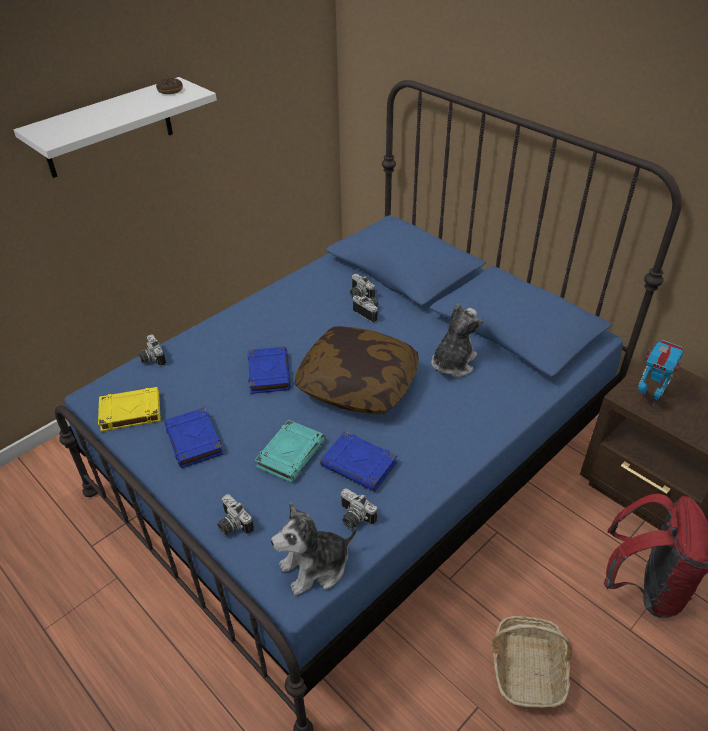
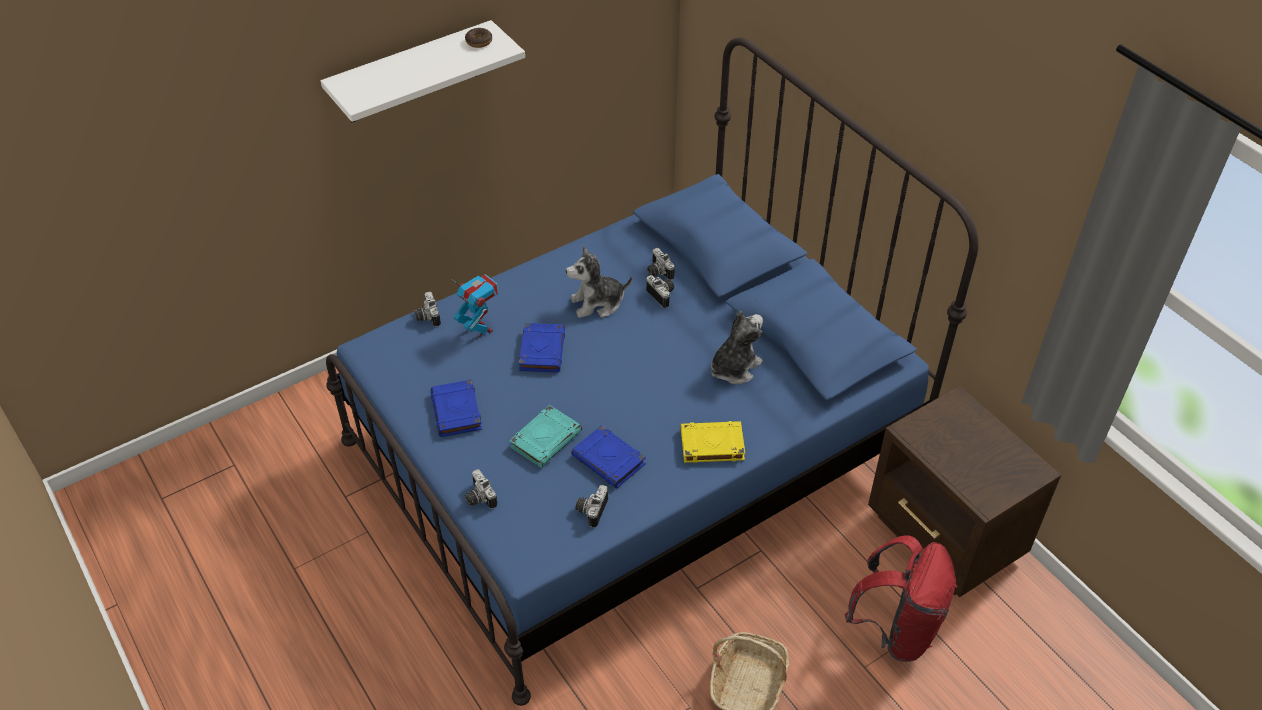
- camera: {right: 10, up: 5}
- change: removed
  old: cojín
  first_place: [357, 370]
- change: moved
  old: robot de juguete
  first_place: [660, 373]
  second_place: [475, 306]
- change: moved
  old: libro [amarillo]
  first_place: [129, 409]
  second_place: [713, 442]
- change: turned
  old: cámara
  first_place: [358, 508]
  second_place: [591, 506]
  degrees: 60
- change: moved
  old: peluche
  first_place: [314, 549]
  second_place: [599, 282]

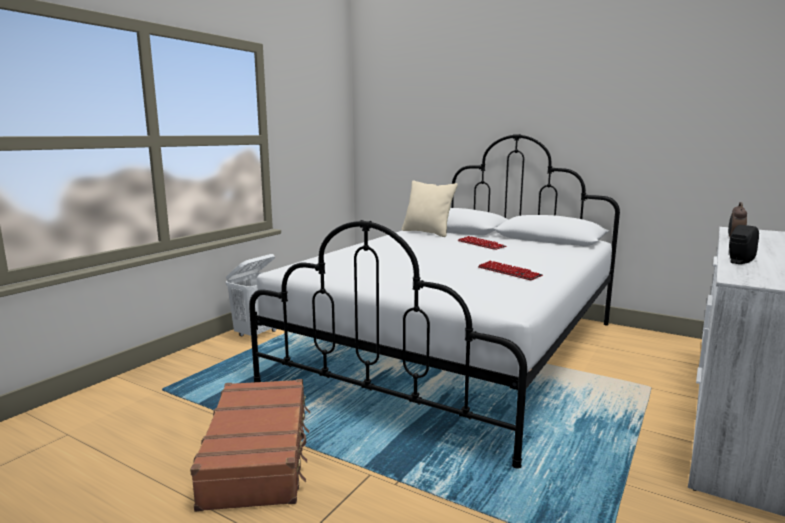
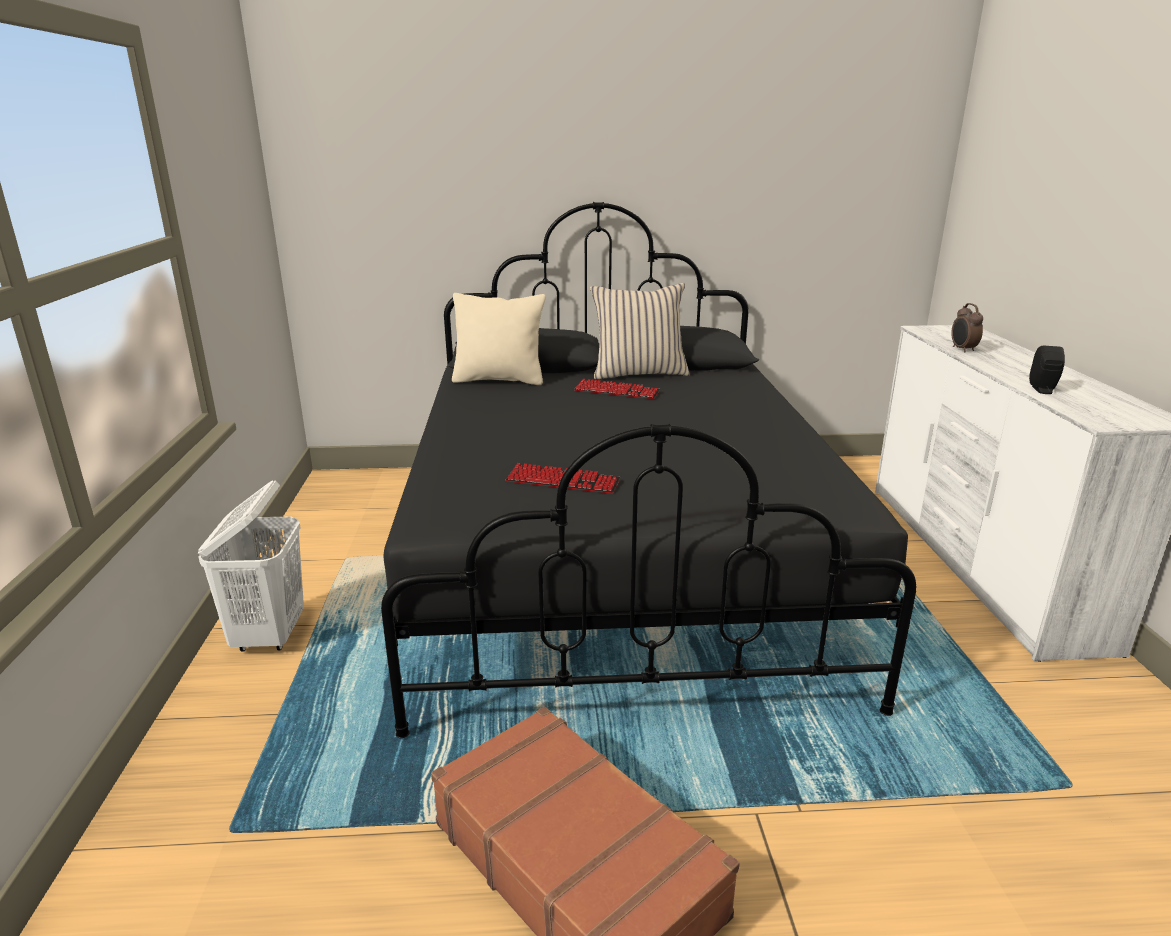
- camera: {right: -35, up: 10}
- change: recoloured
  old: cama [blanco]
  new: cama [negro]
  first_place: [434, 301]
  second_place: [648, 470]
- change: moved
  old: teclado
  first_place: [510, 270]
  second_place: [563, 478]
- change: added
  new: cojín [beis]
  second_place: [640, 331]

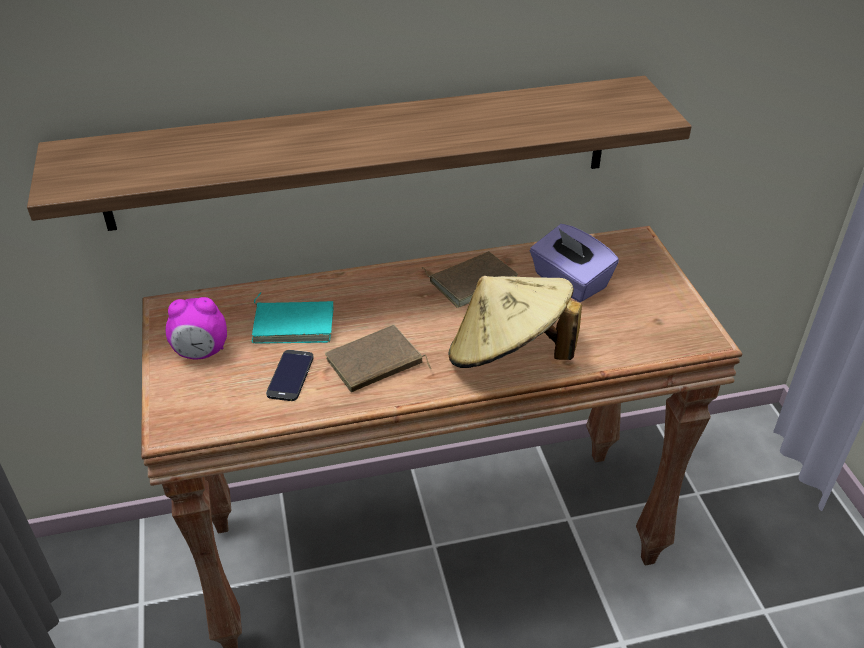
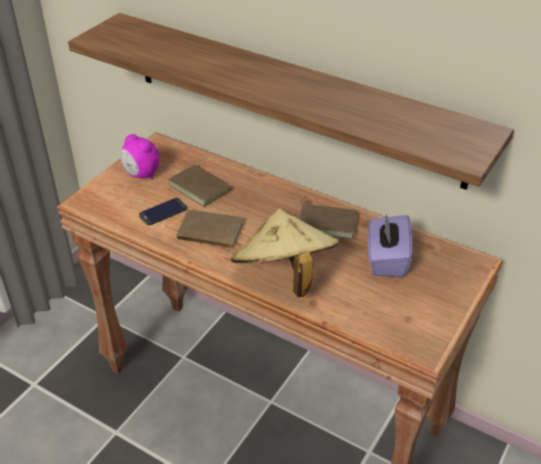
- camera: {right: 45, up: 0}
- change: recoloured
  old: libro [turquesa]
  new: libro [marrón]
  first_place: [292, 318]
  second_place: [199, 183]

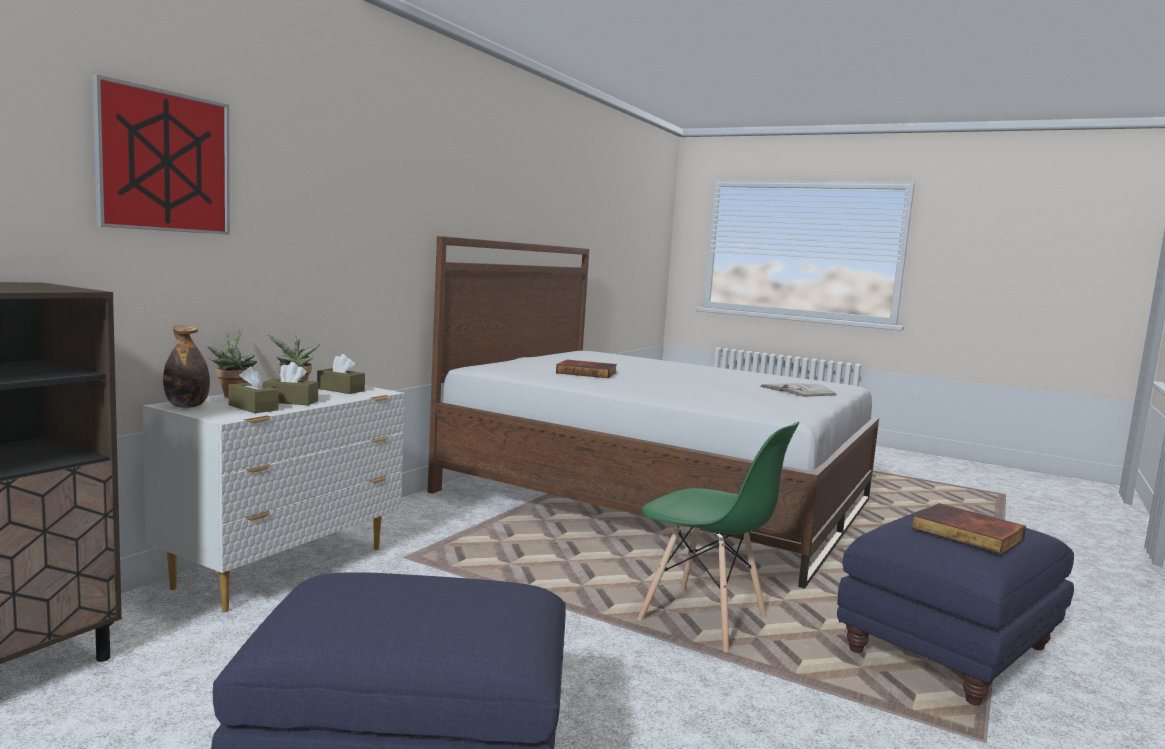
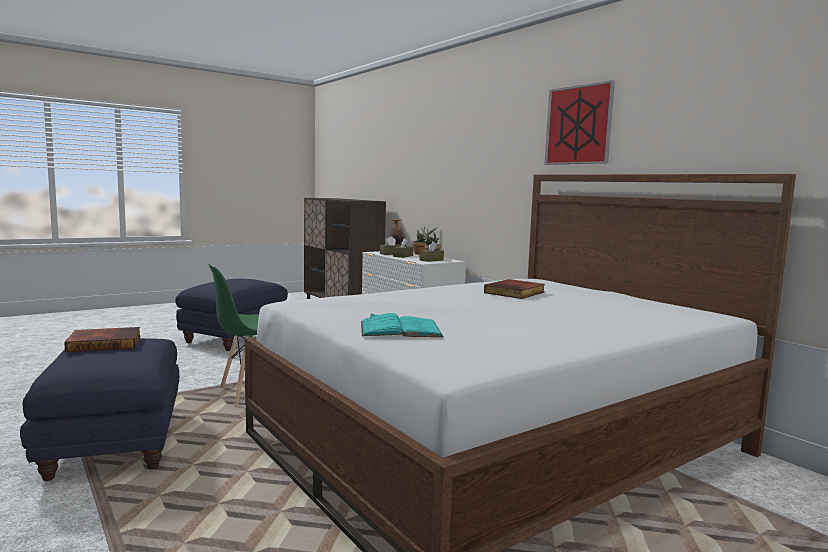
- camera: {right: 115, up: 0}
- change: moved
  old: cuadro
  first_place: [161, 155]
  second_place: [580, 122]
- change: recoloured
  old: libro [blanco]
  new: libro [turquesa]
  first_place: [798, 390]
  second_place: [402, 325]

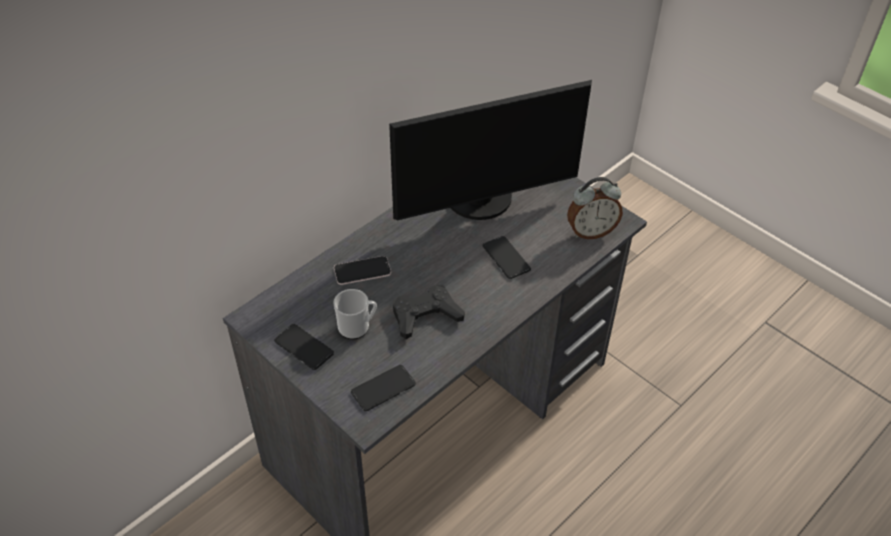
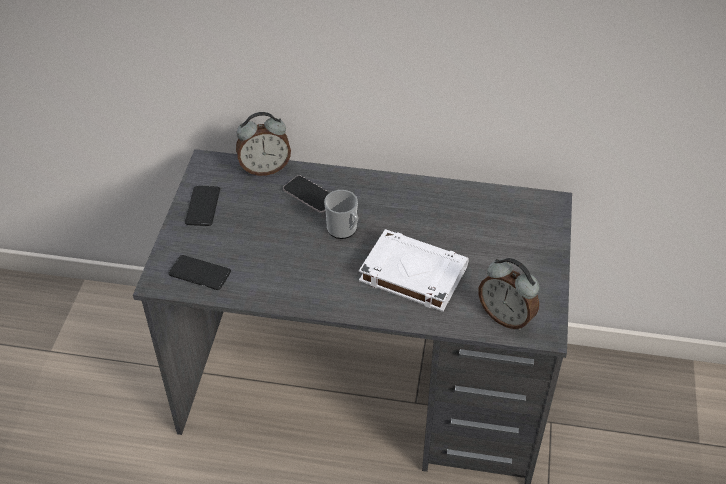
- camera: {right: 55, up: 0}
- change: removed
  old: monitor
  first_place: [490, 150]
- change: replaced
  old: móvil
  new: libro [blanco]
  first_place: [507, 257]
  second_place: [414, 270]
- change: removed
  old: mando de consola [negro]
  first_place: [429, 312]
- change: moved
  old: taza grande
  first_place: [355, 314]
  second_place: [341, 214]
- change: added
  new: despertador
  second_place: [263, 144]

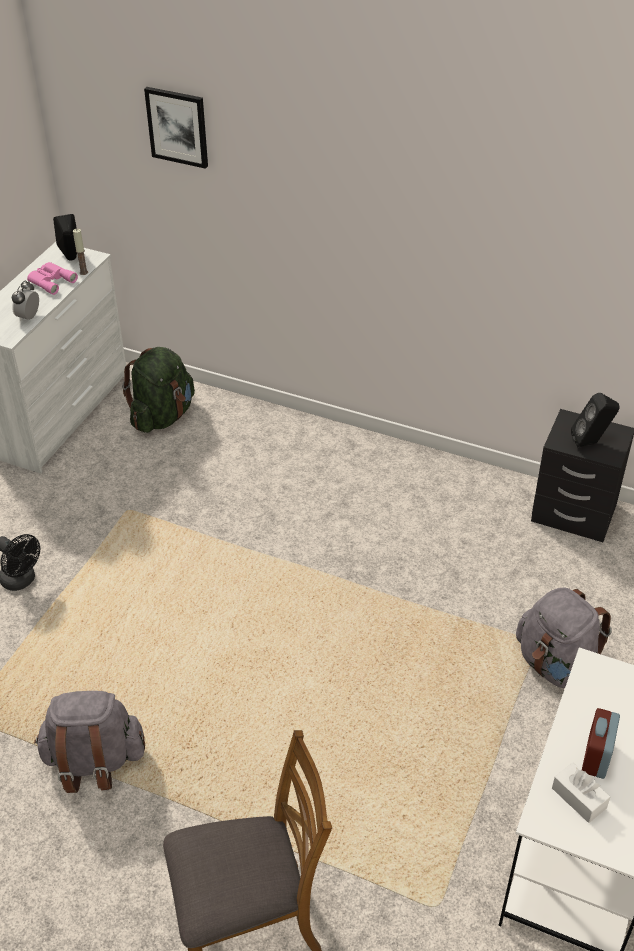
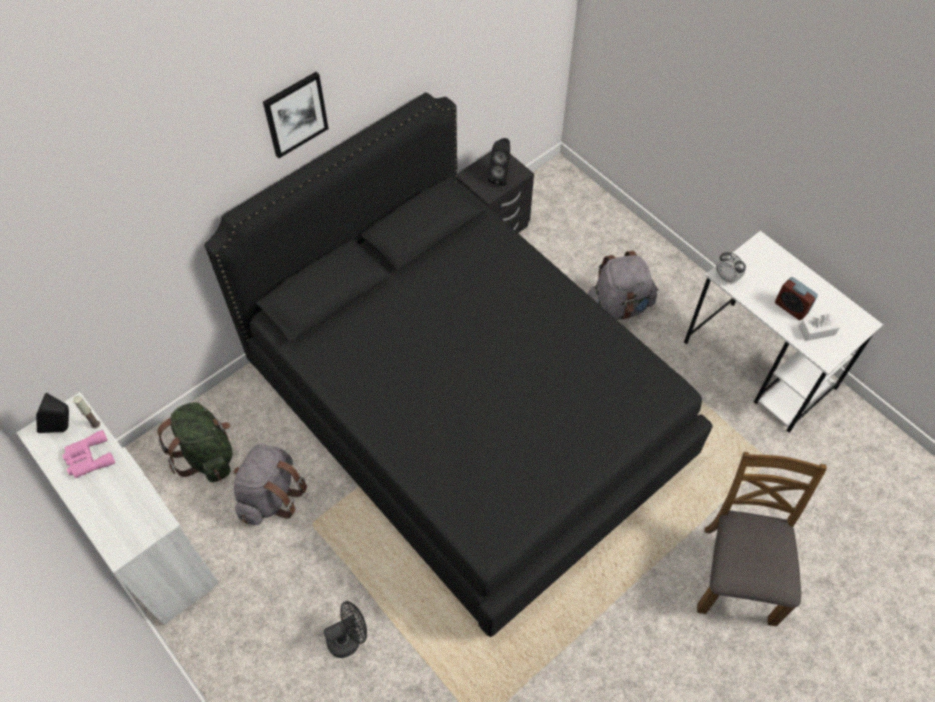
- camera: {right: -65, up: 15}
- change: moved
  old: cuadro
  first_place: [176, 128]
  second_place: [296, 115]
- change: moved
  old: despertador
  first_place: [25, 301]
  second_place: [730, 268]
- change: moved
  old: mochila [gris]
  first_place: [89, 742]
  second_place: [270, 484]
- change: added
  new: cama [negro]
  second_place: [458, 364]

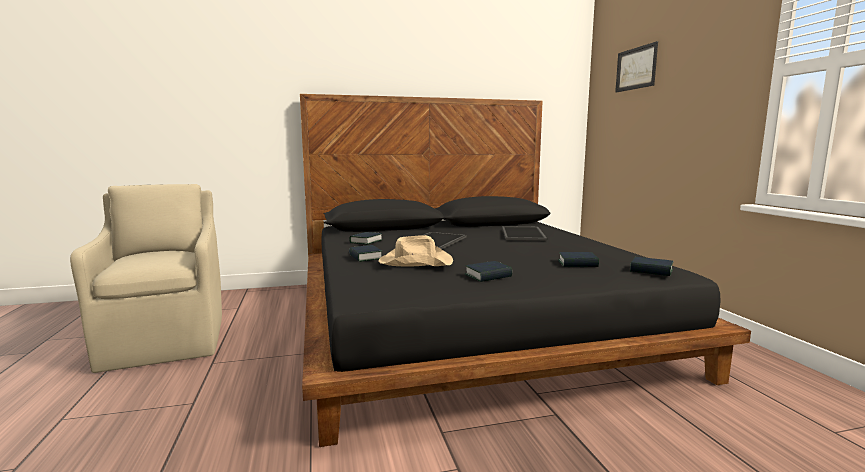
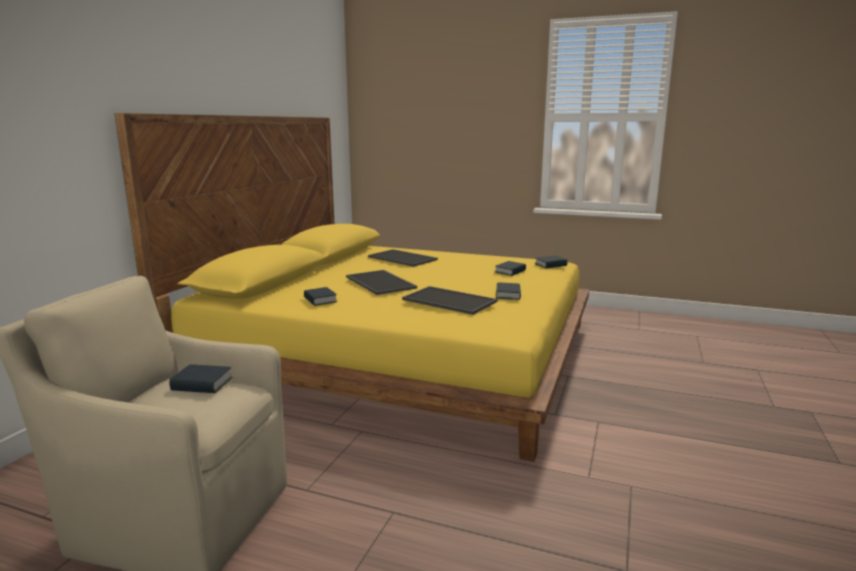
- camera: {right: -55, up: 5}
- change: removed
  old: cuadro
  first_place: [636, 67]
- change: recoloured
  old: cama [negro]
  new: cama [amarillo]
  first_place: [525, 270]
  second_place: [352, 287]
- change: replaced
  old: sombrero [beis]
  new: bandeja
  first_place: [415, 251]
  second_place: [449, 300]
- change: moved
  old: libro
  first_place: [365, 253]
  second_place: [200, 379]

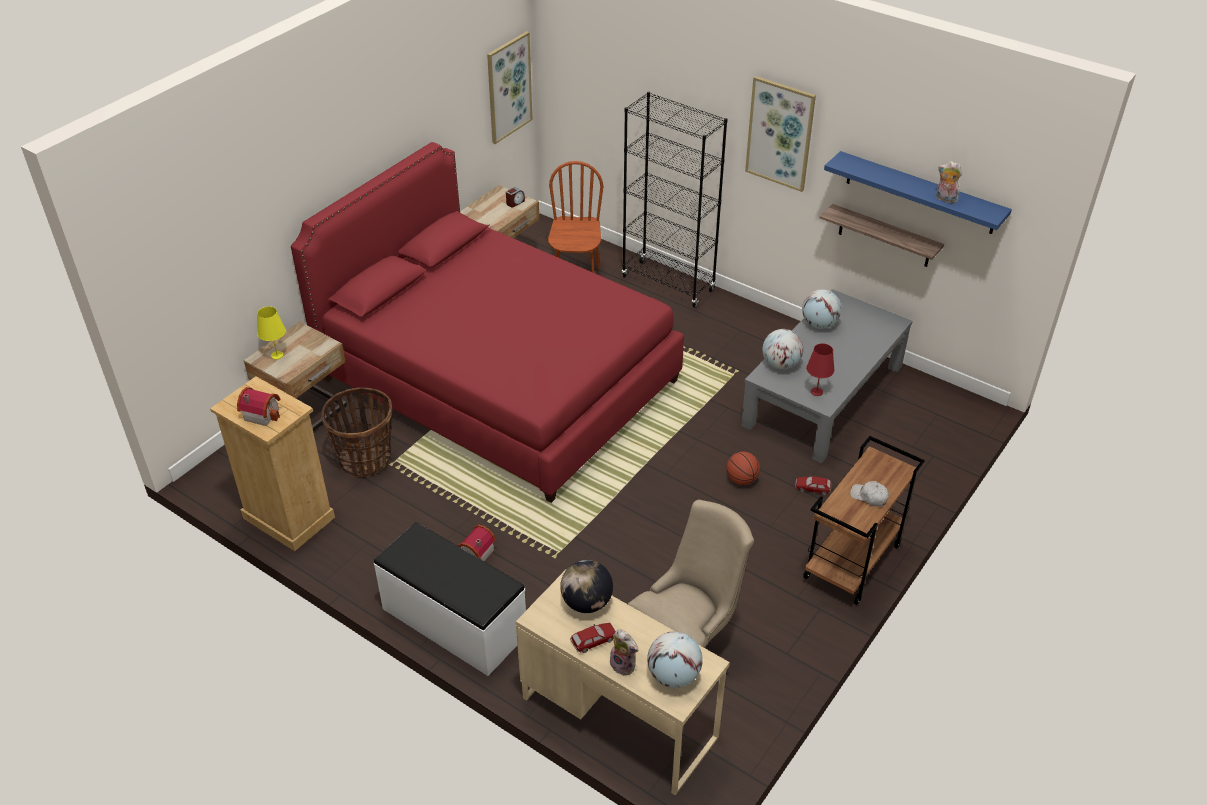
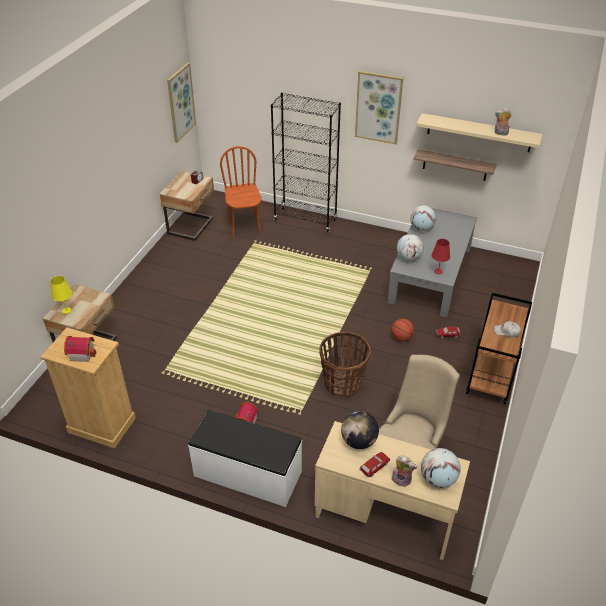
- camera: {right: -15, up: 0}
- change: removed
  old: cama [rojo]
  first_place: [487, 322]
- change: recoloured
  old: estante [azul]
  new: estante [beis]
  first_place: [918, 192]
  second_place: [479, 132]
- change: moved
  old: cesta
  first_place: [356, 432]
  second_place: [345, 364]

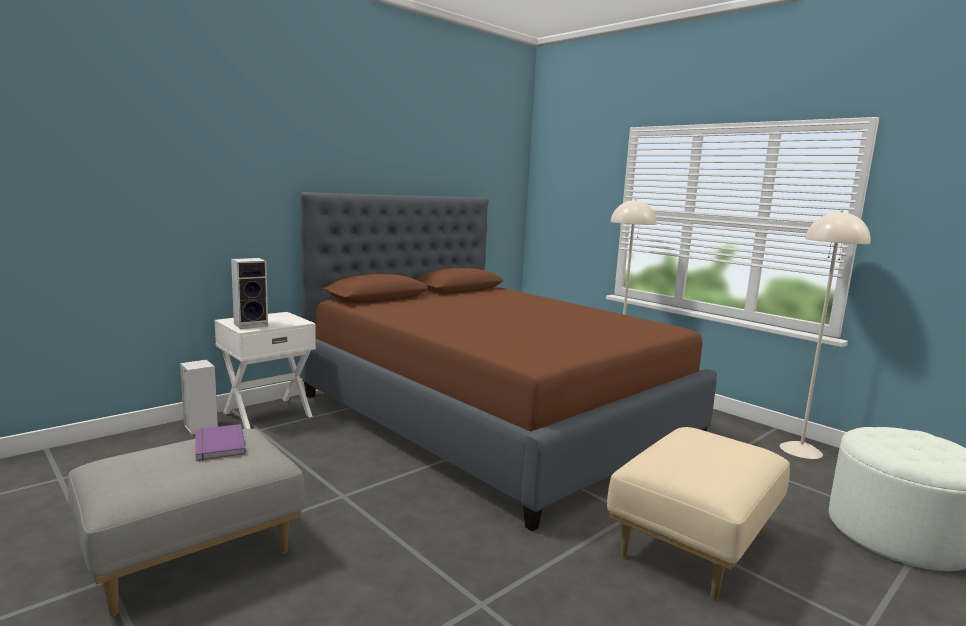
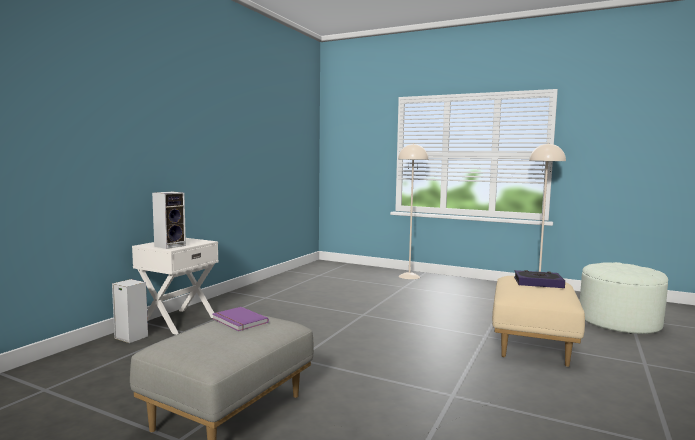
- camera: {right: -20, up: -5}
- change: removed
  old: cama [marrón]
  first_place: [508, 361]
- change: added
  new: libro
  second_place: [539, 279]

